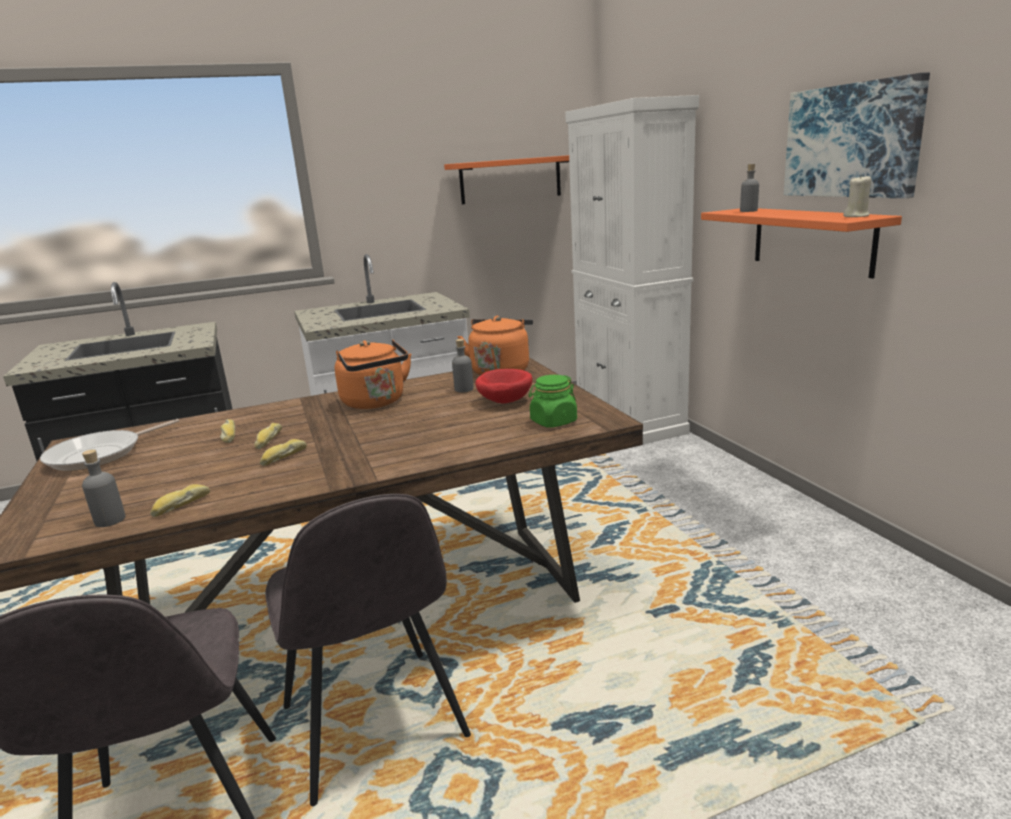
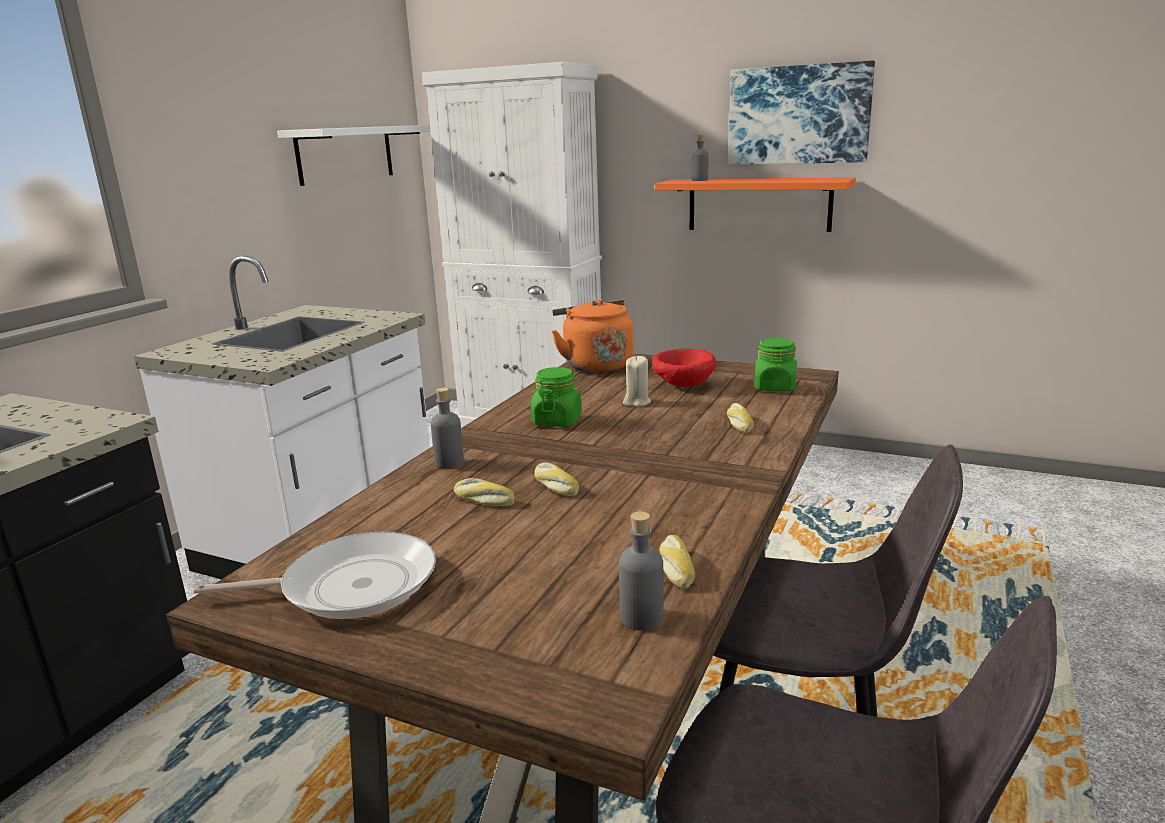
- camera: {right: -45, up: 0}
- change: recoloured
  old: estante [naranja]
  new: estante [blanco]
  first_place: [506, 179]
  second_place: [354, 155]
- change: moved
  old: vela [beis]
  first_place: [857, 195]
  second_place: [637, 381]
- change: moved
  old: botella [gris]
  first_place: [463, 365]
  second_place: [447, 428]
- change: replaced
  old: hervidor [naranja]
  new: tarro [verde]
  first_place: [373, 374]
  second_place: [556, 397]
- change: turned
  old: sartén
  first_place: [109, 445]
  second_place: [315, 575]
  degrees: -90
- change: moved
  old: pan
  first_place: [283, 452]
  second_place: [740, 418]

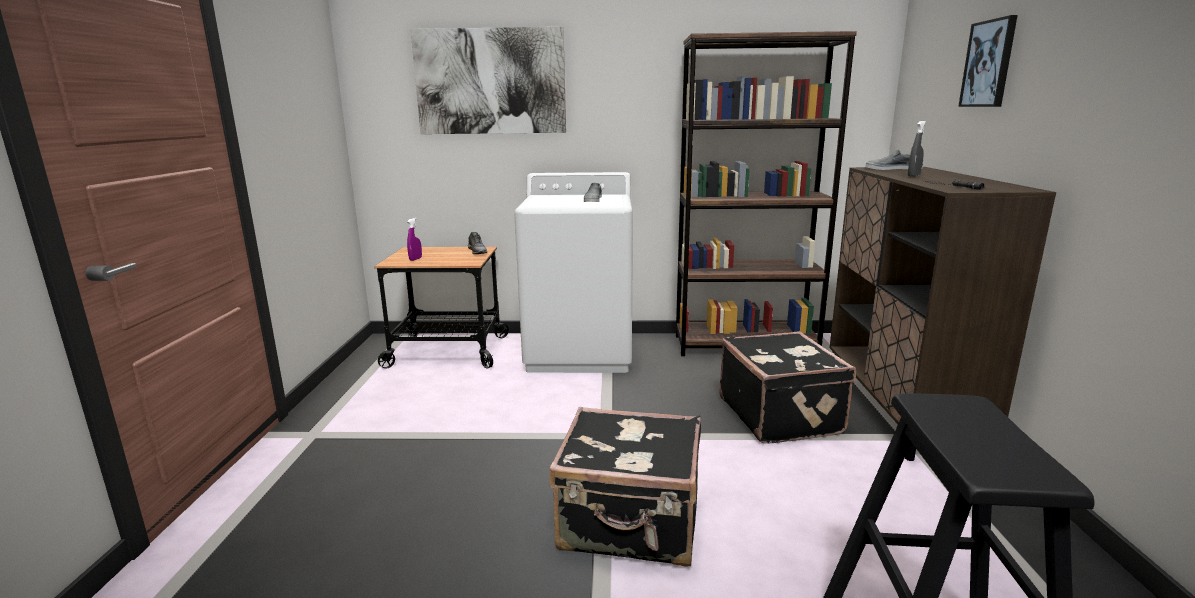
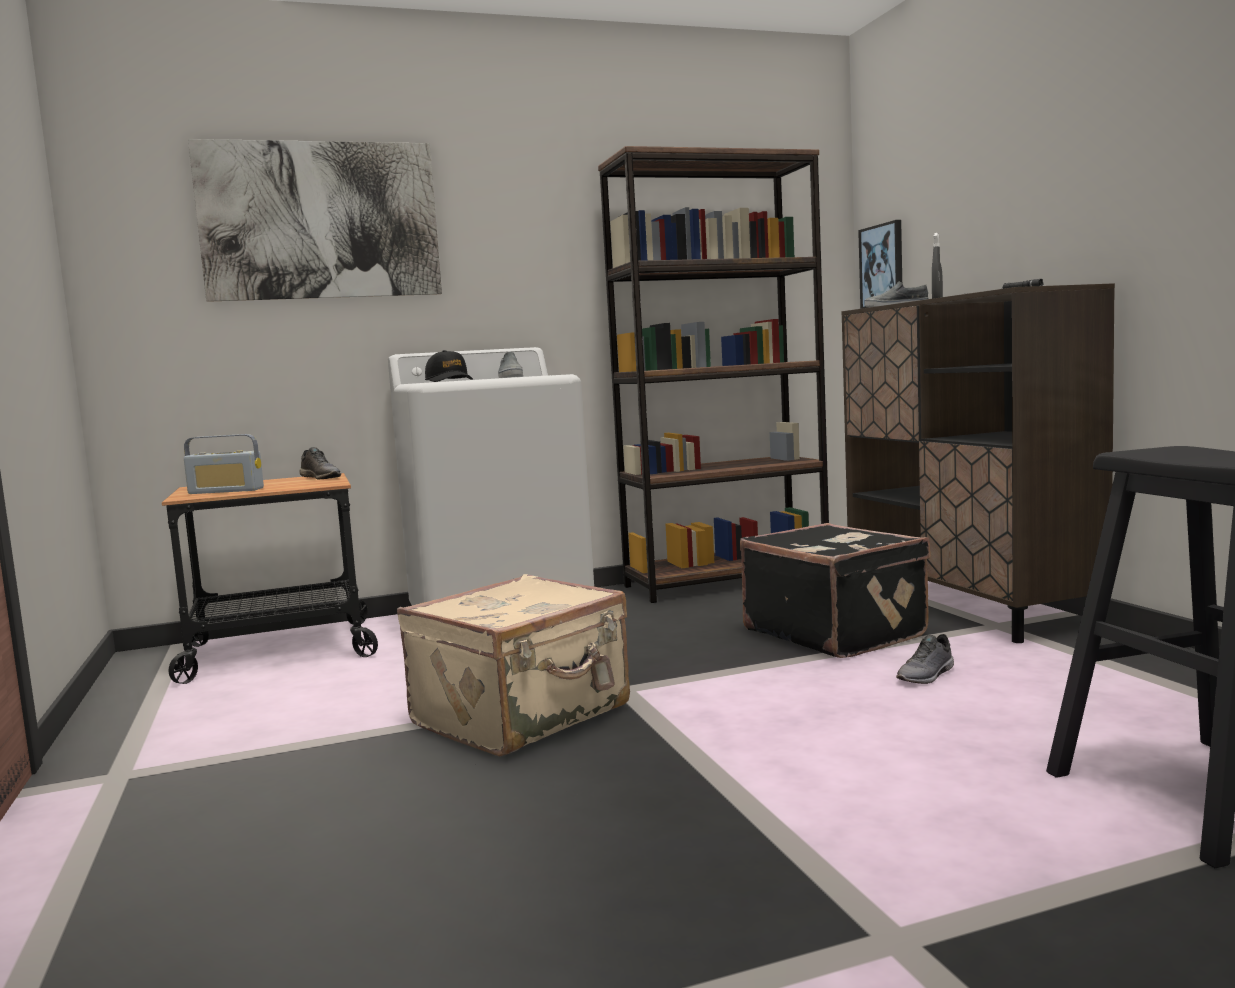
- camera: {right: -20, up: -10}
- change: moved
  old: cuadro
  first_place: [988, 61]
  second_place: [880, 264]
- change: replaced
  old: pulverizador [morado]
  new: radio
  first_place: [414, 239]
  second_place: [224, 464]
- change: removed
  old: maleta [negro]
  first_place: [625, 487]
- change: added
  new: gorra [negro]
  second_place: [449, 366]
- change: added
  new: maleta [beis]
  second_place: [513, 665]
- change: added
  new: zapato [gris]
  second_place: [925, 659]

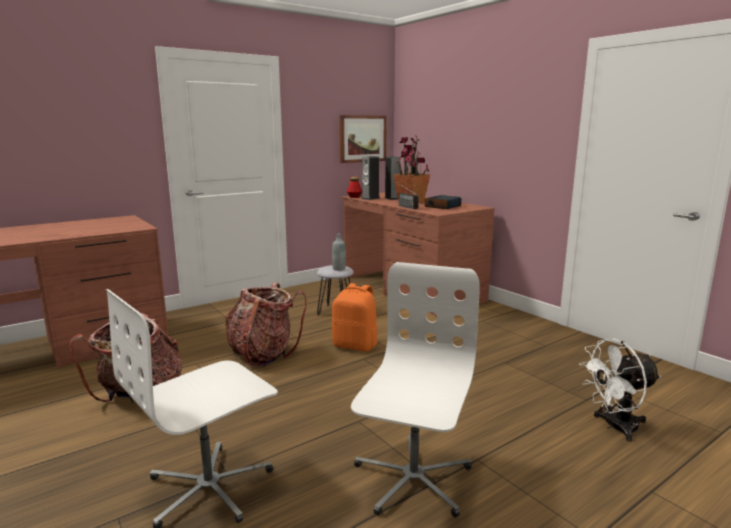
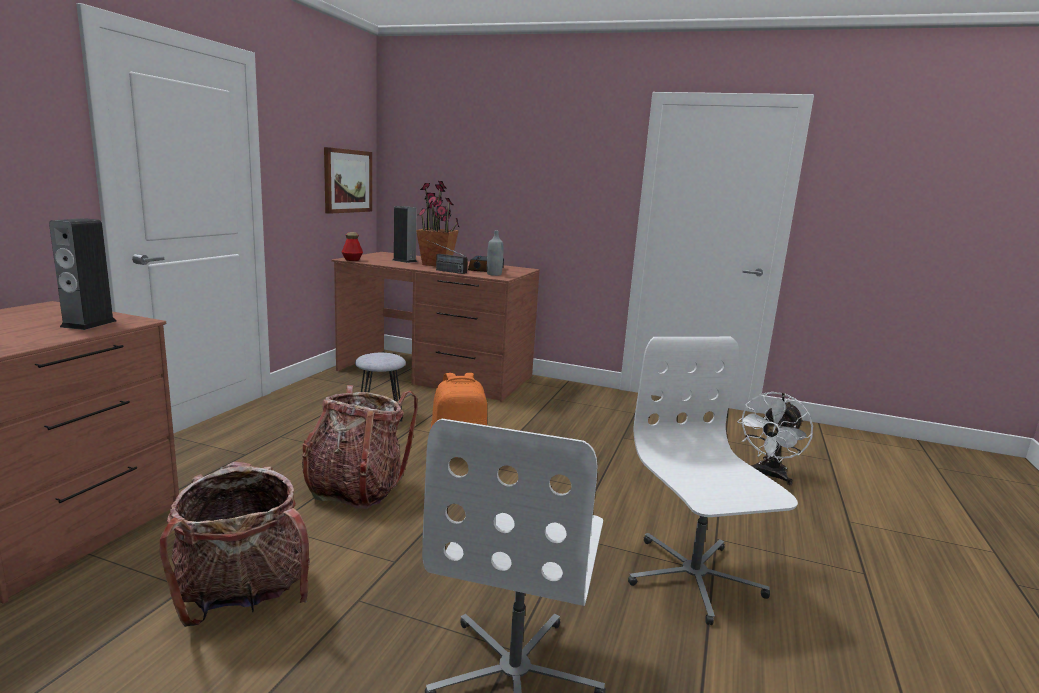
- camera: {right: -35, up: 0}
- change: moved
  old: altavoz
  first_place: [370, 178]
  second_place: [82, 274]
- change: moved
  old: botella [gris]
  first_place: [339, 252]
  second_place: [495, 253]

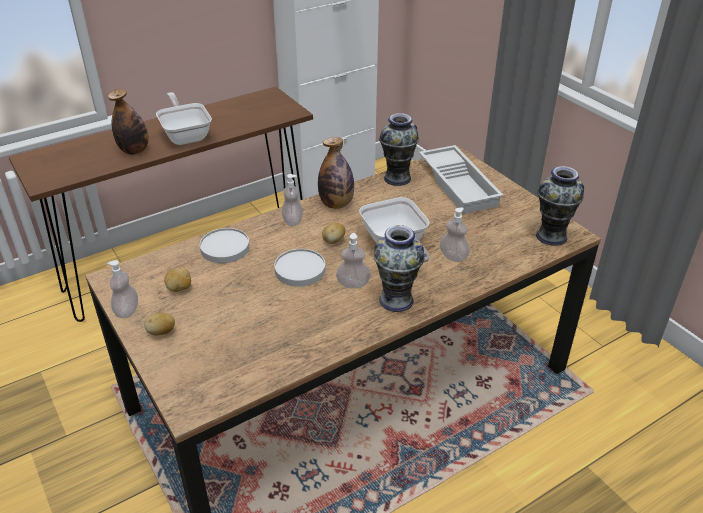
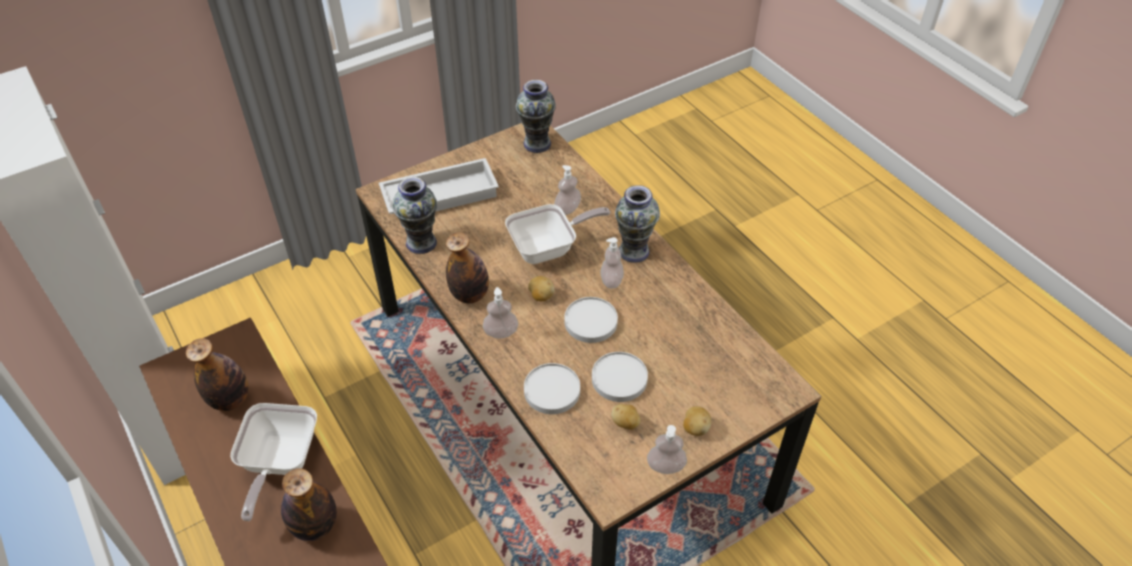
- camera: {right: -90, up: 10}
- change: turned
  old: sartén
  first_place: [184, 118]
  second_place: [273, 462]
  degrees: -60
- change: added
  new: botella
  second_place: [217, 374]
- change: added
  new: plato [blanco]
  second_place: [620, 377]

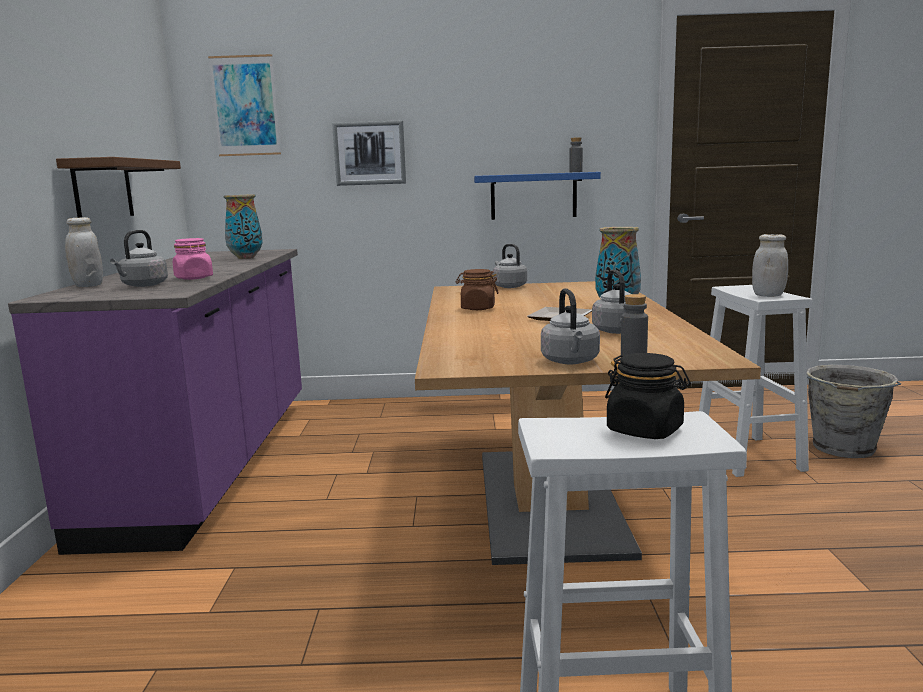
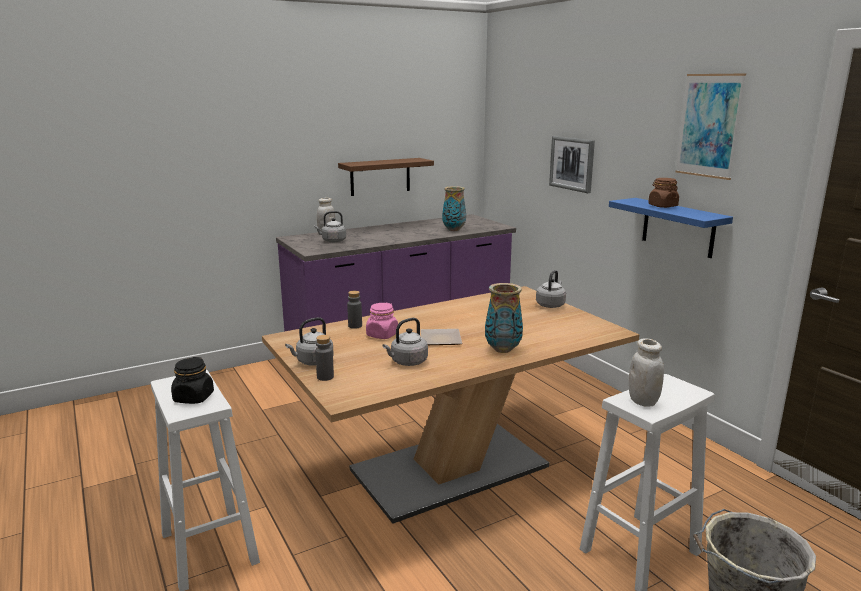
- camera: {right: 60, up: 5}
- change: moved
  old: cuadro
  first_place: [244, 105]
  second_place: [710, 127]
- change: moved
  old: botella [gris]
  first_place: [576, 154]
  second_place: [354, 310]
- change: moved
  old: tarro [rosa]
  first_place: [193, 259]
  second_place: [382, 321]
- change: moved
  old: tarro [marrón]
  first_place: [477, 289]
  second_place: [663, 193]

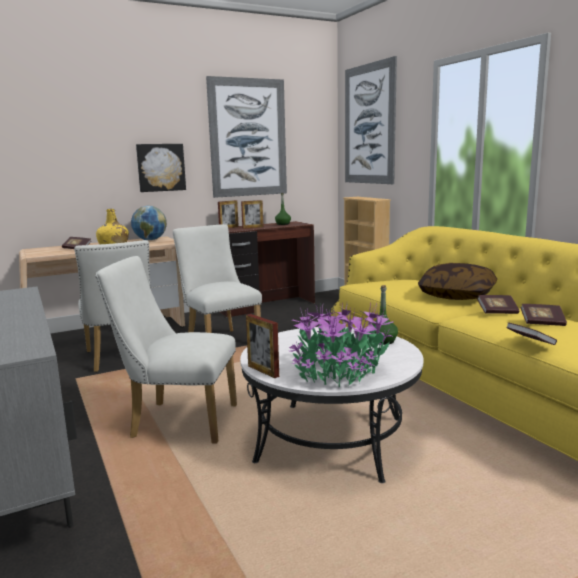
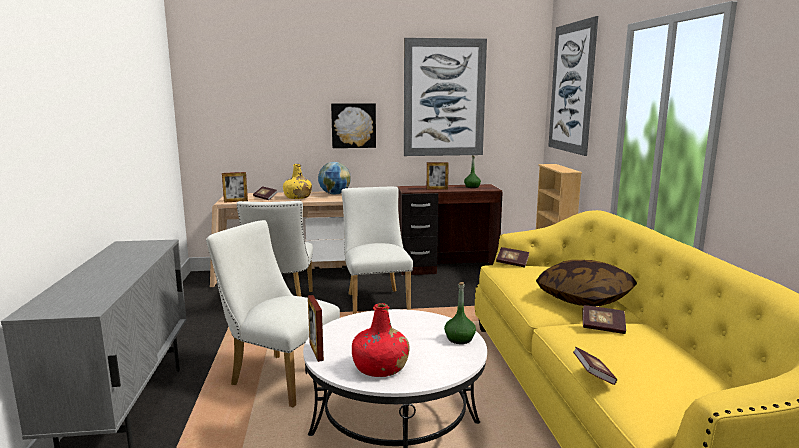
- camera: {right: 20, up: 0}
- change: moved
  old: portarretratos
  first_place: [228, 214]
  second_place: [235, 187]
- change: replaced
  old: planta en maceta
  new: botella [rojo]
  first_place: [341, 344]
  second_place: [381, 340]
- change: moved
  old: libro
  first_place: [543, 315]
  second_place: [512, 257]

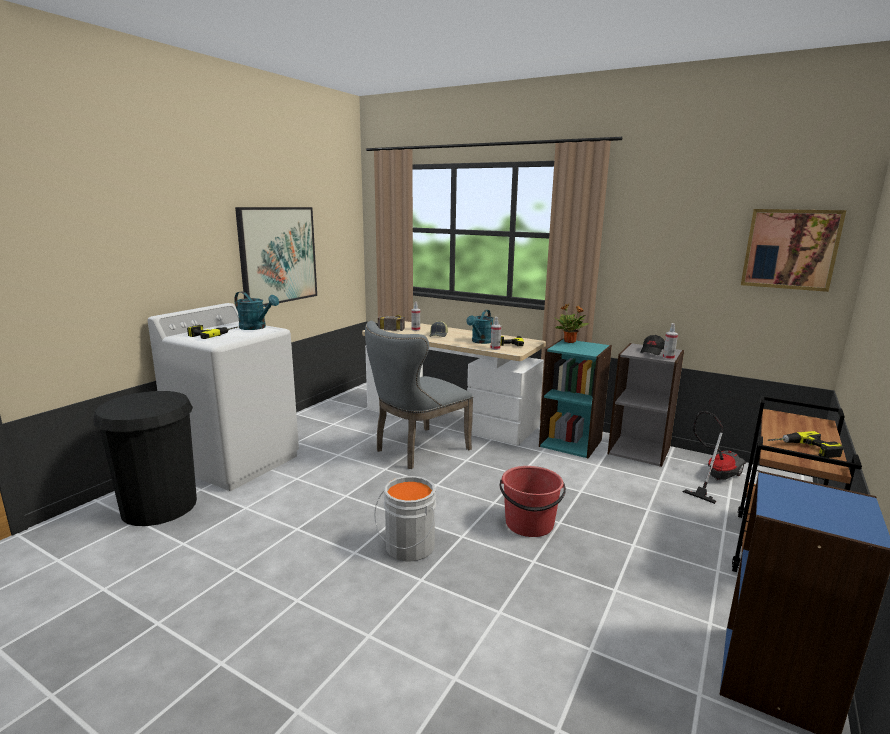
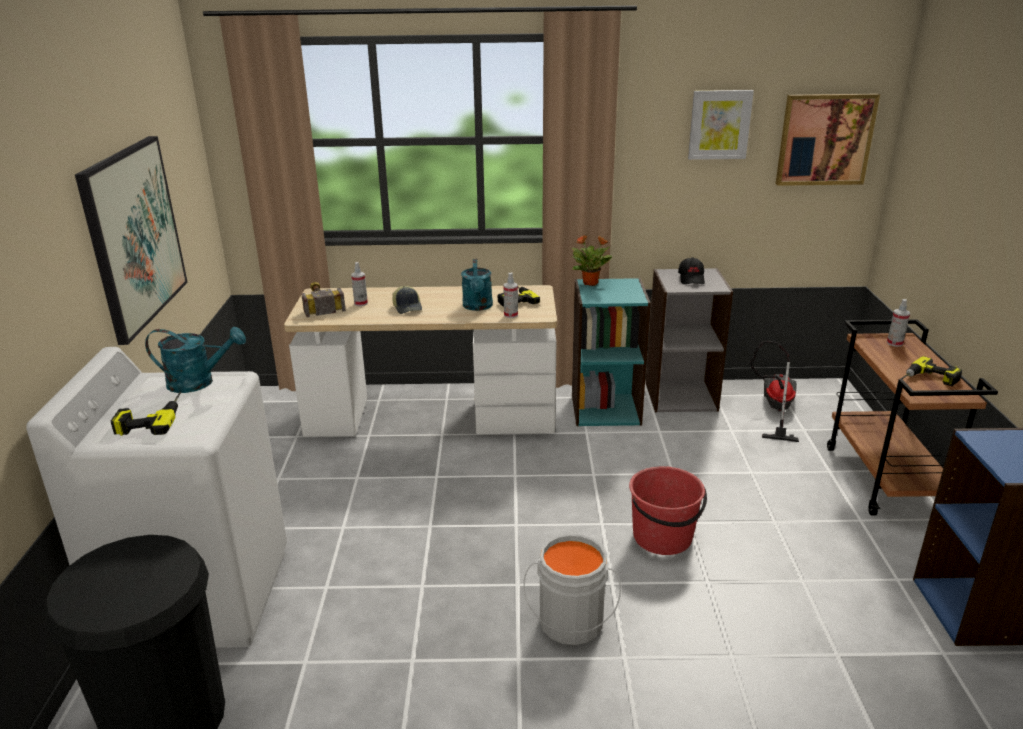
- camera: {right: -30, up: 10}
- change: removed
  old: silla [gris]
  first_place: [419, 395]
- change: moved
  old: pulverizador
  first_place: [670, 341]
  second_place: [898, 323]
- change: added
  new: cuadro
  second_place: [721, 125]

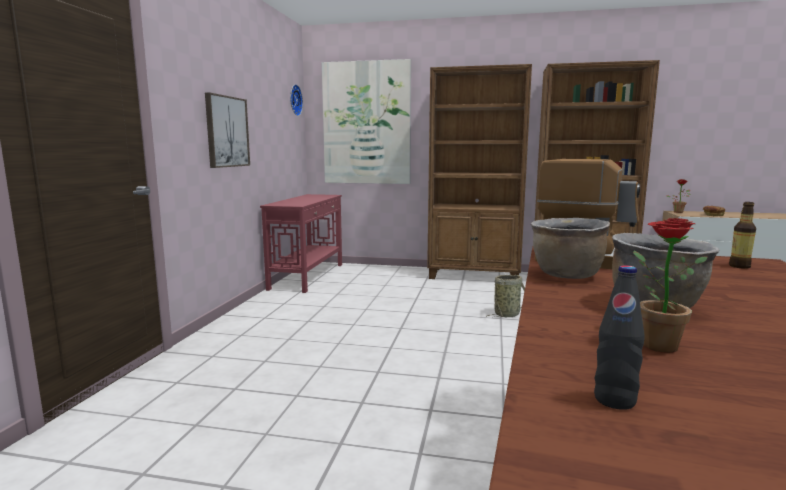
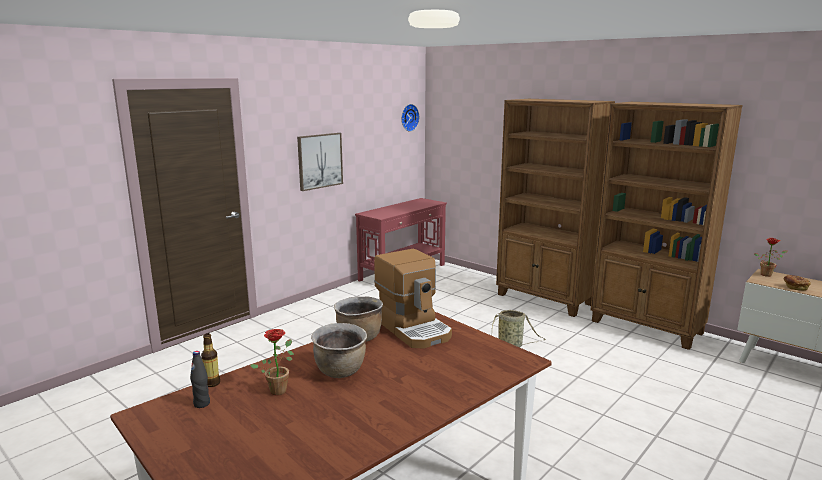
- camera: {right: 30, up: 5}
- change: removed
  old: cuadro
  first_place: [366, 121]
- change: moved
  old: botella
  first_place: [742, 235]
  second_place: [210, 360]

